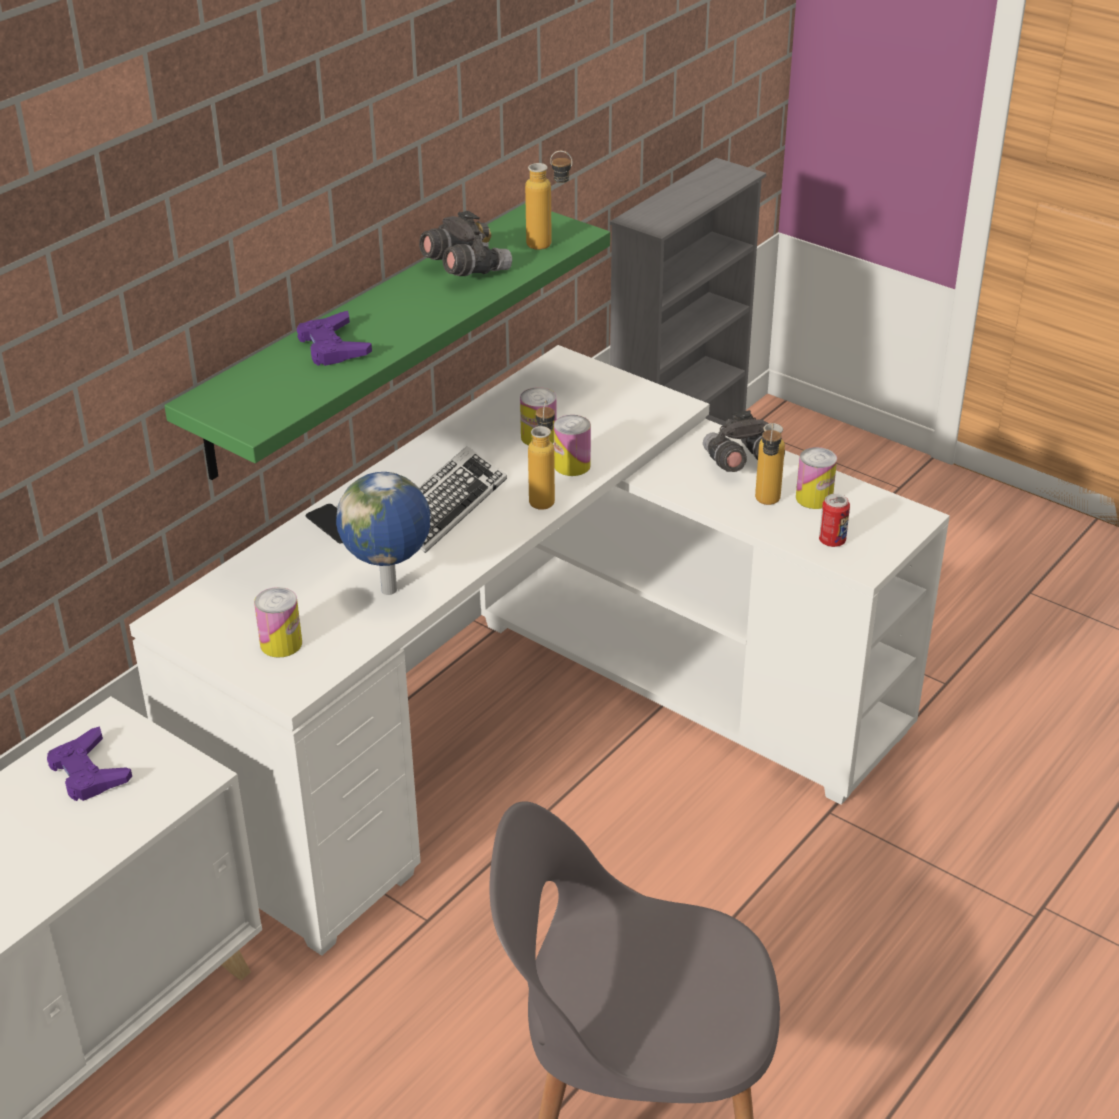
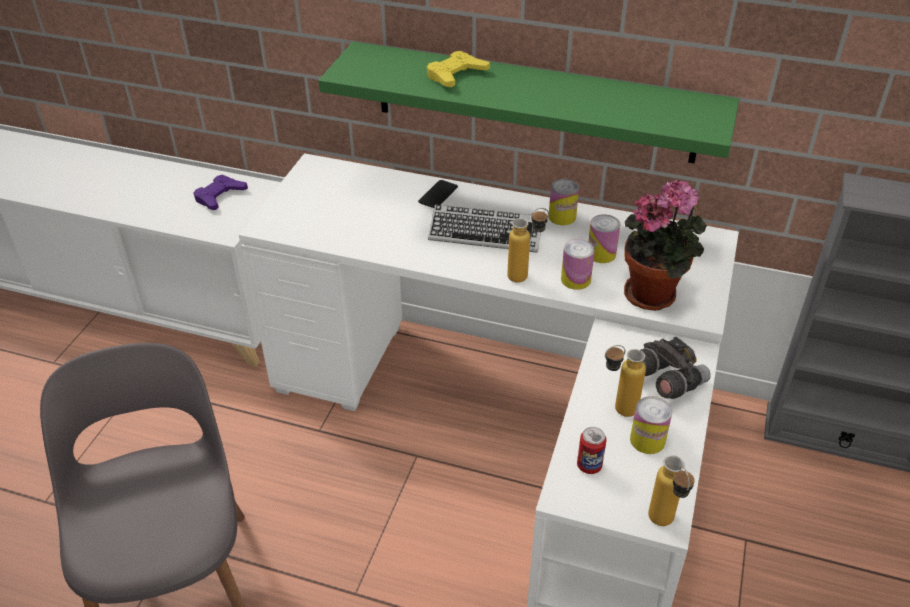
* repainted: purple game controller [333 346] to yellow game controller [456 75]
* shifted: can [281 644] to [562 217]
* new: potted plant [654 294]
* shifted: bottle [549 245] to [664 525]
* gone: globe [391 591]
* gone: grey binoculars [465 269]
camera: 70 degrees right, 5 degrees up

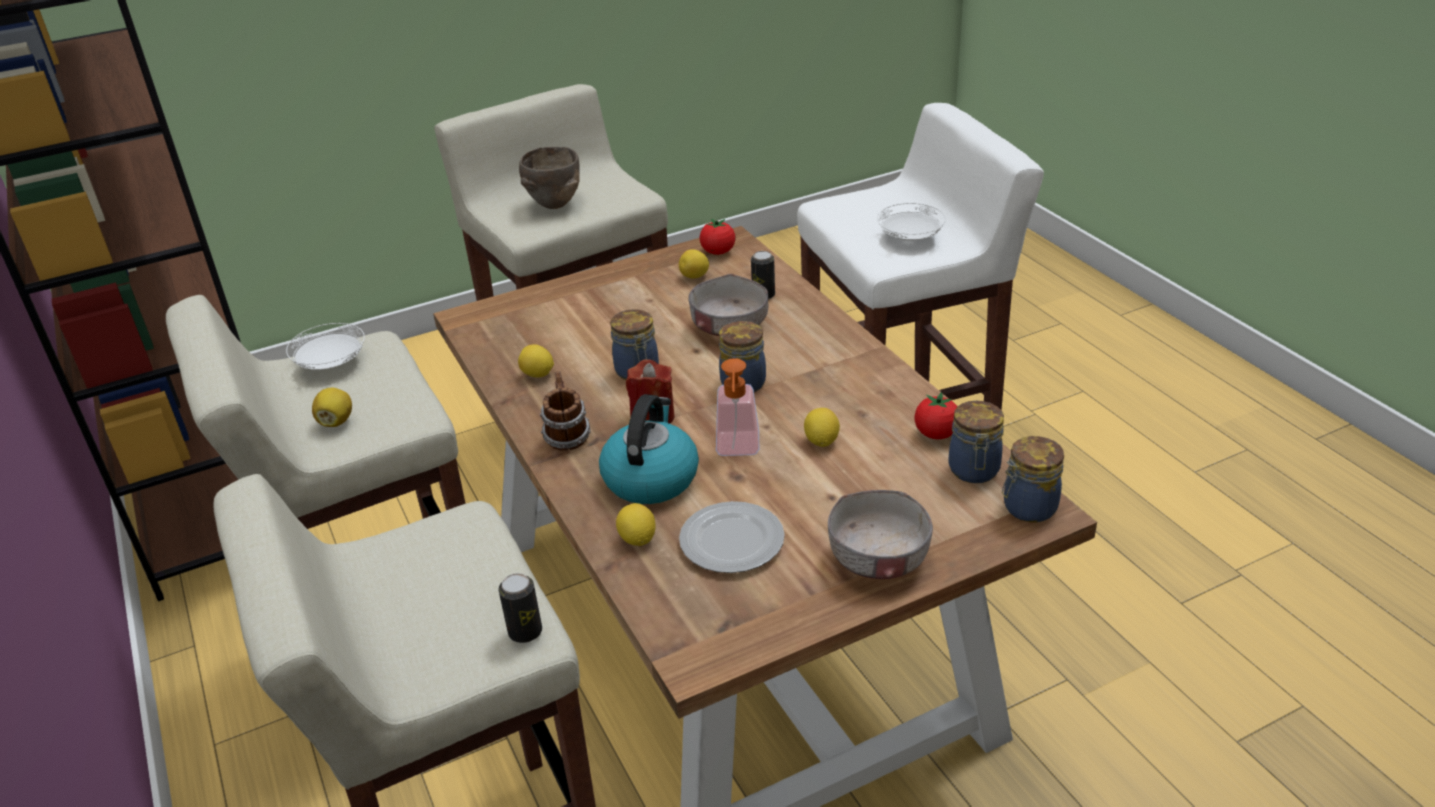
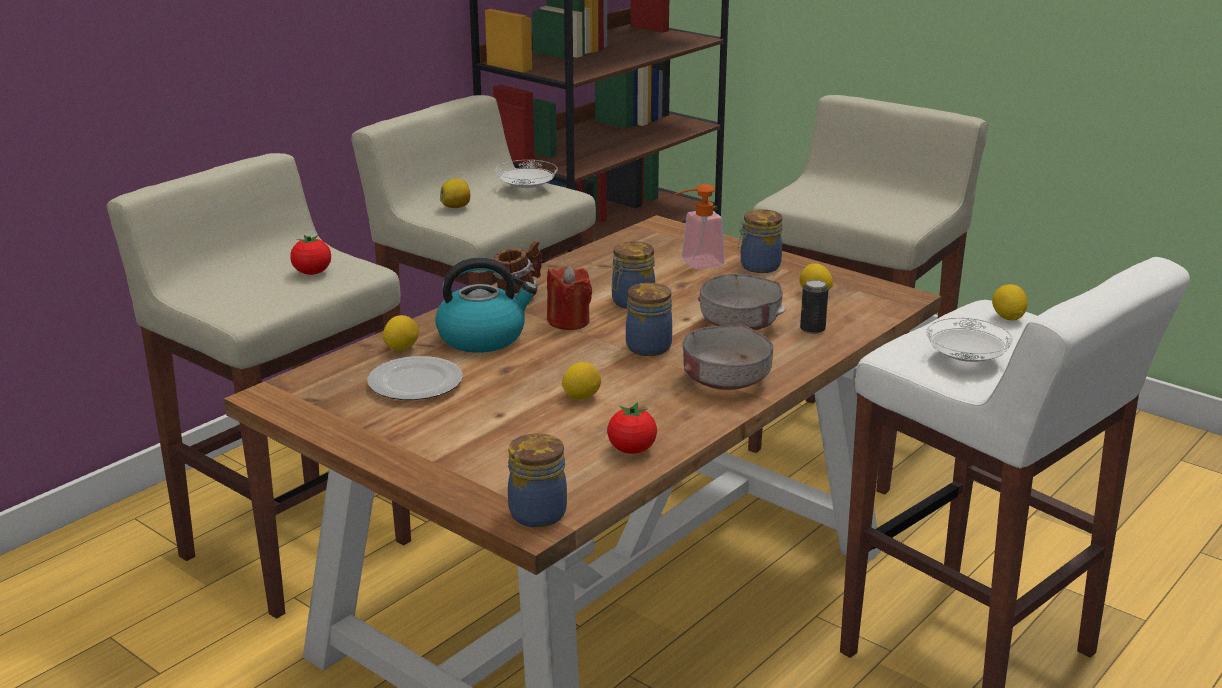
* shifted: tomato [718 252] to [312 273]
* shifted: soap dispenser [737 450] to [695 264]
* shifted: grey bowl [878 558] to [725 381]
* shifted: jar [974 471] to [758 267]
* shifted: lemon [537 375] to [1007 318]
* gone: can [525 632]
* gone: brown bowl [554 205]
camera: 65 degrees right, 10 degrees down

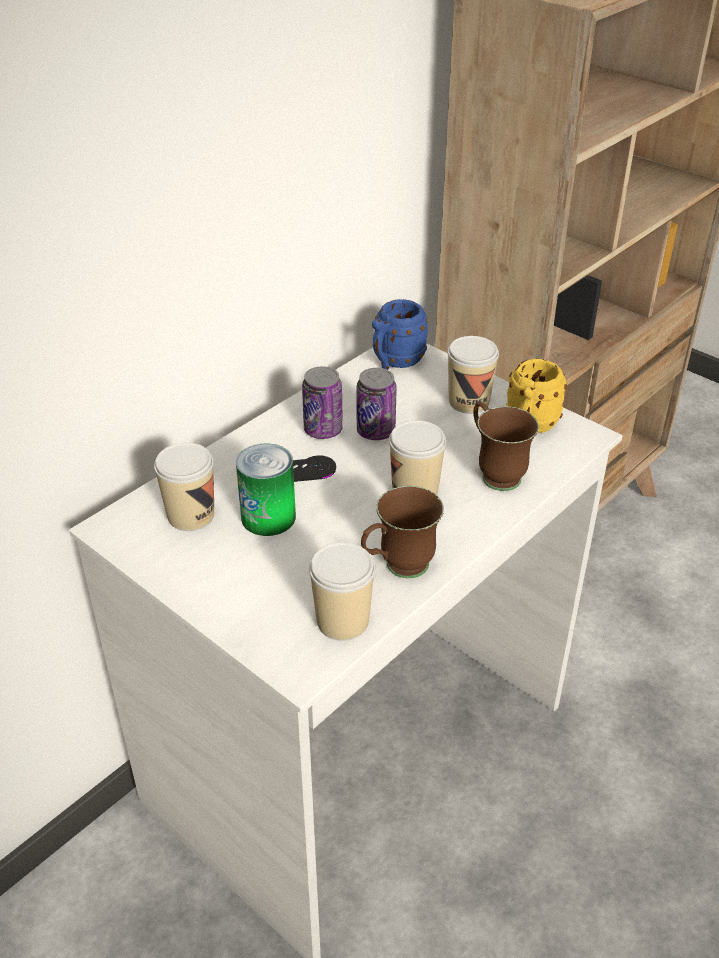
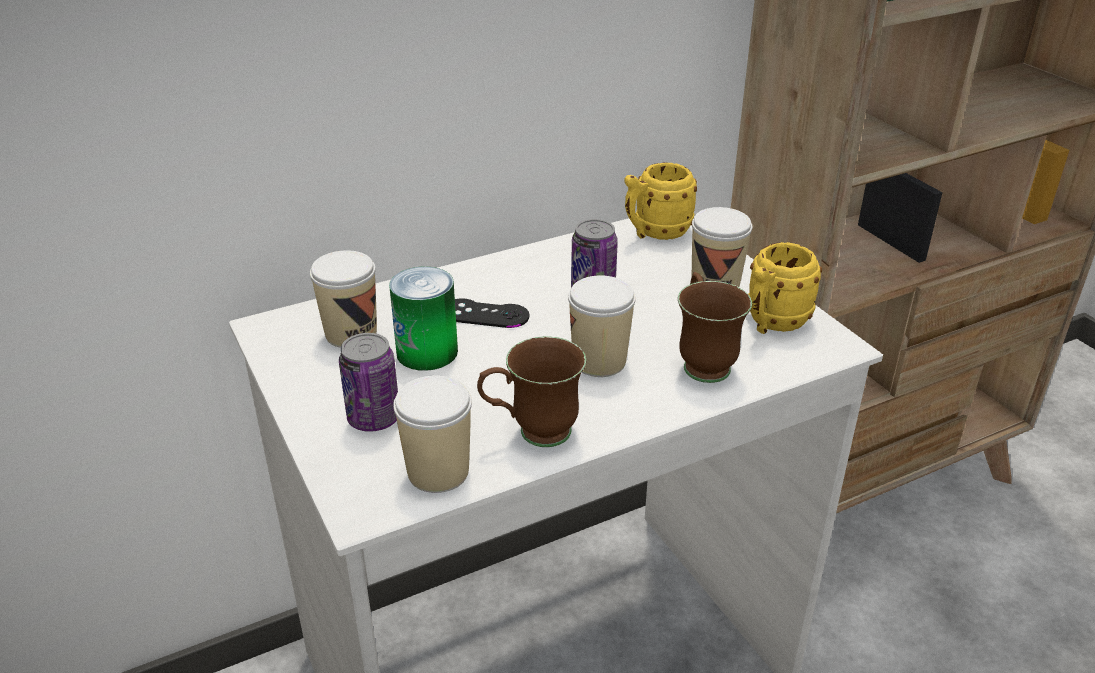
* shifted: can [323 430] to [374 418]
* repainted: blue mug [395 362] to yellow mug [655 233]
camera: 20 degrees right, 5 degrees down

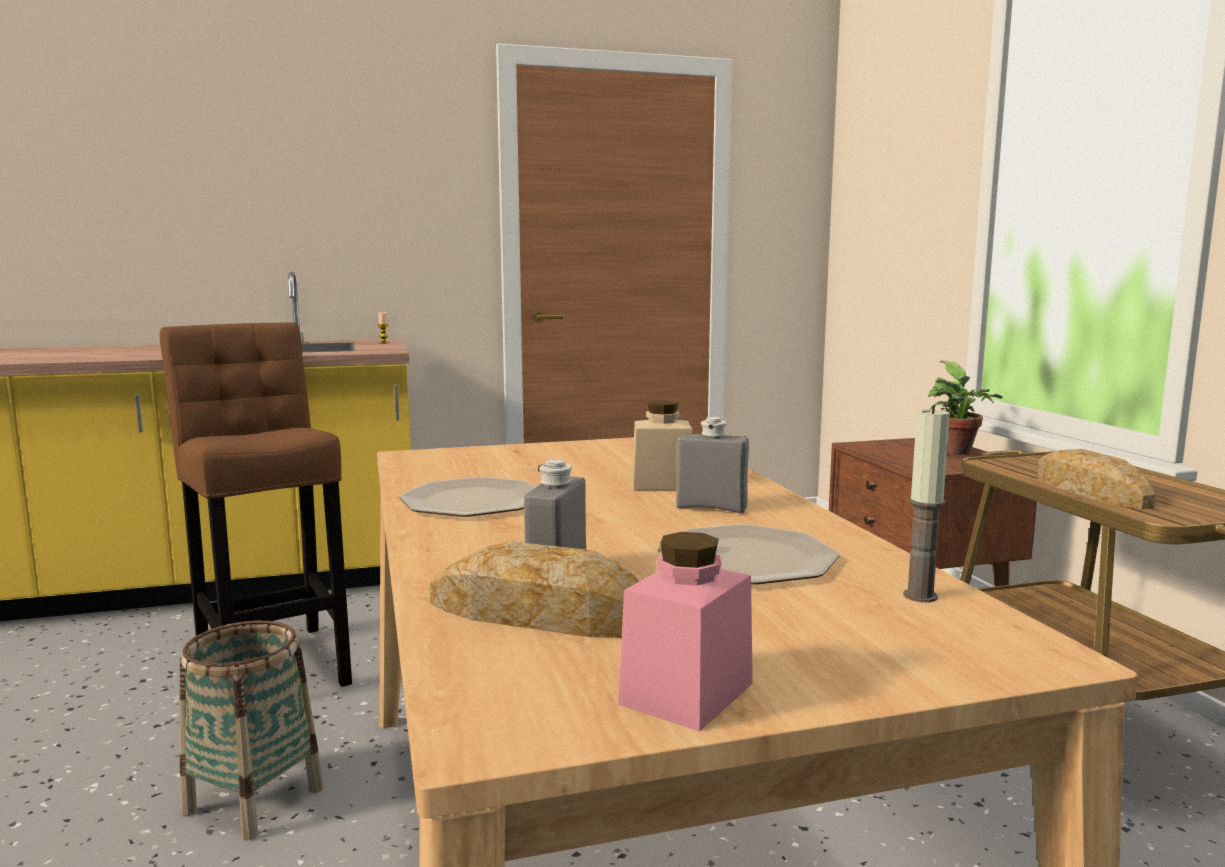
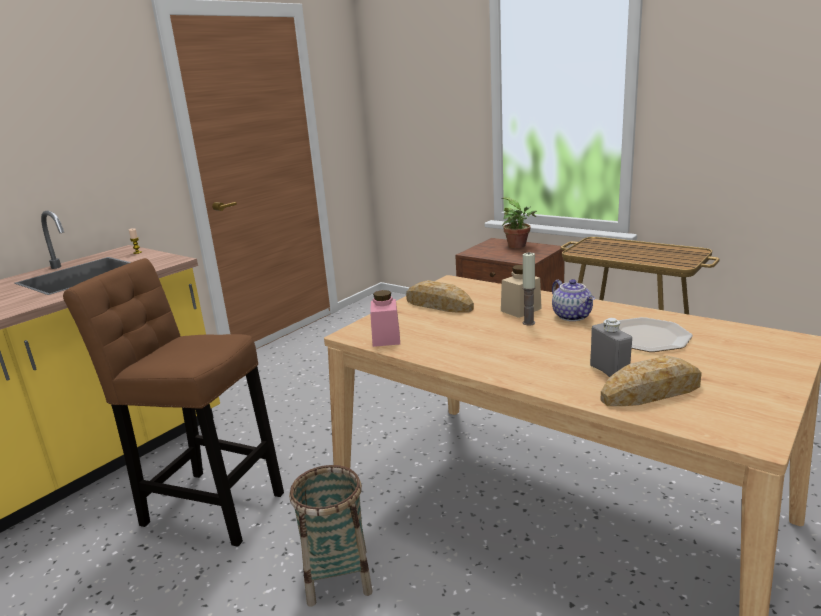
* shifted: pink jar [687 694] to [386 338]
* shifted: bread [1090 491] to [438 304]
* shifted: candle [920 596] to [528 323]
* swapped: grey bottle [711 508] to teapot [573 316]
* gone: plate [471 501]
camera: 35 degrees left, 10 degrees up

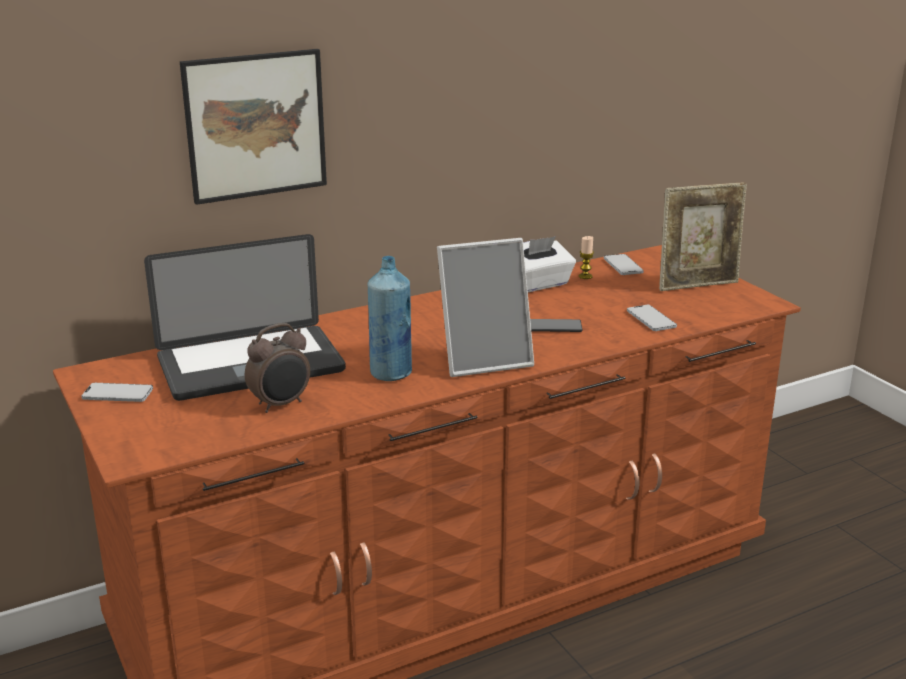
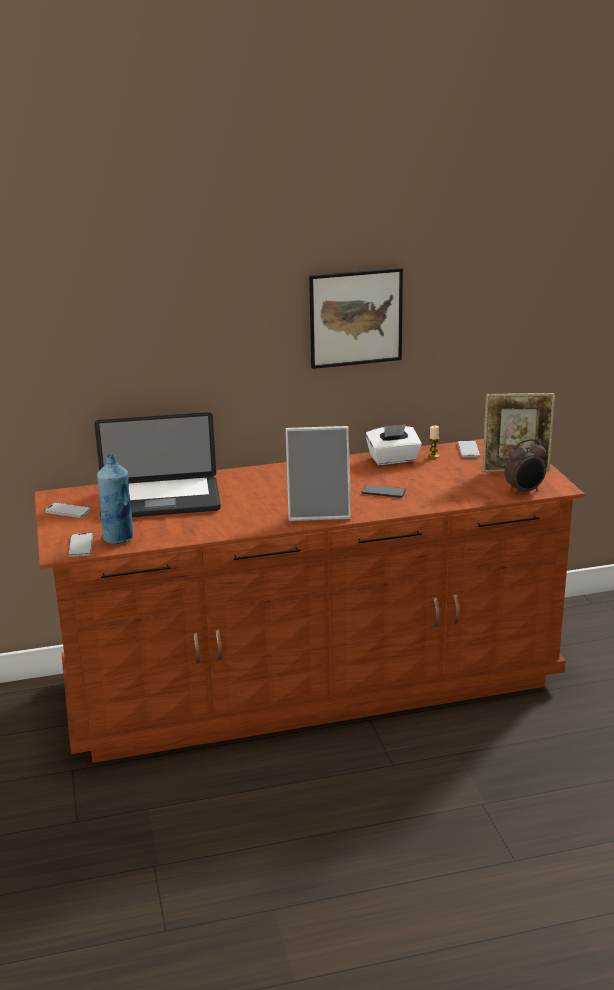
* shifted: phone [651 319] to [81 546]
* shifted: blue bottle [391 373] to [118 538]
* shifted: picture [255 125] to [355 318]
* shifted: alarm clock [281 404] to [524 491]
camera: 15 degrees right, 0 degrees up

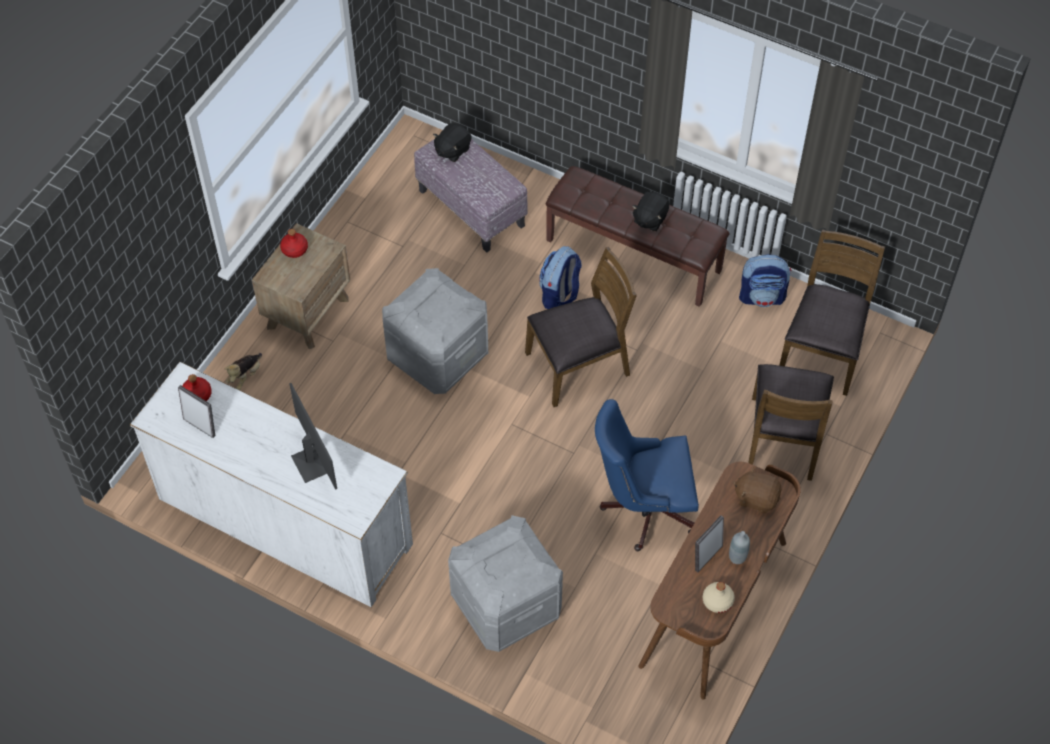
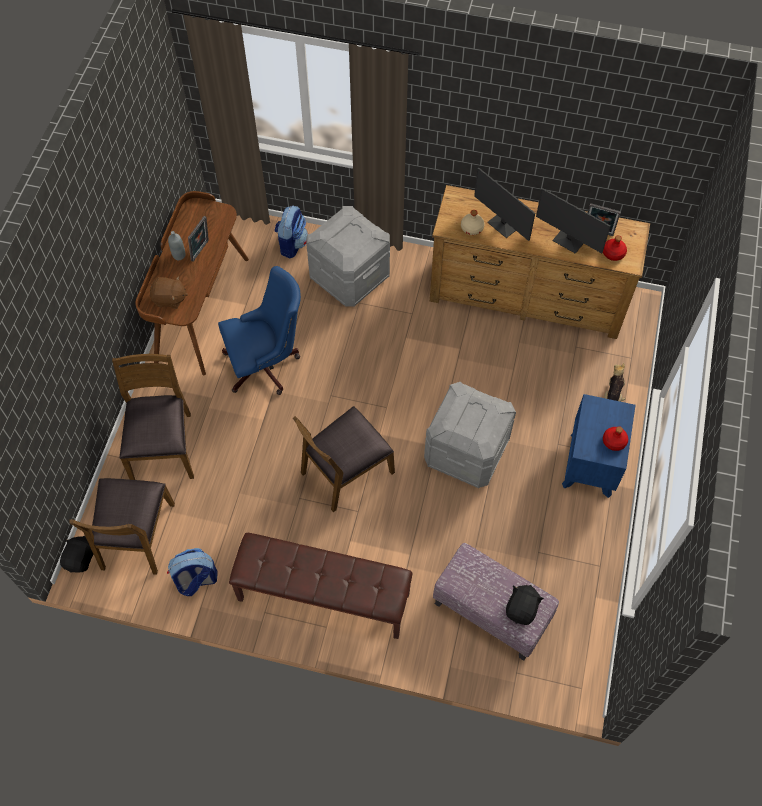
* shifted: black plush toy [649 219] to [80 559]
* shifted: backpack [560 295] to [292 244]
* repainted: white dresser [284 521] to brown dresser [527 296]
* shifted: beige bottle [717 600] to [472 228]
* new: monitor [569 241]
* repainted: brown nightstand [308 312] to blue nightstand [590 465]
camera: 165 degrees right, 5 degrees up

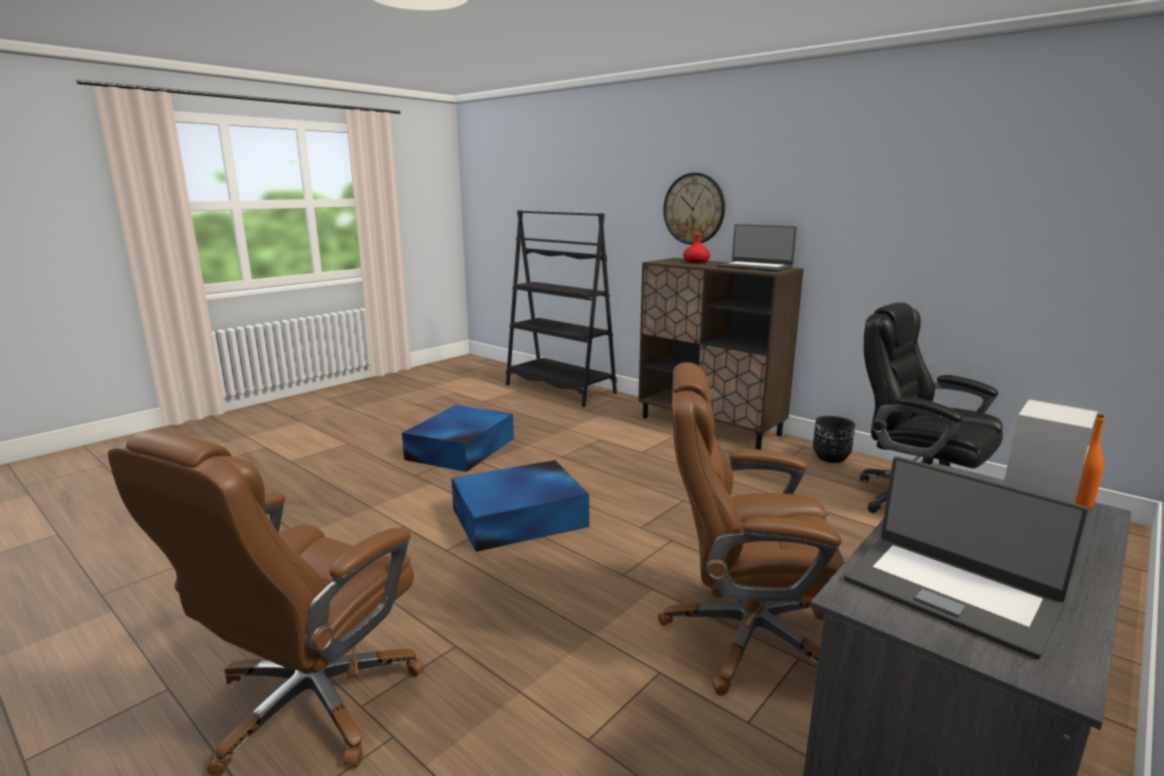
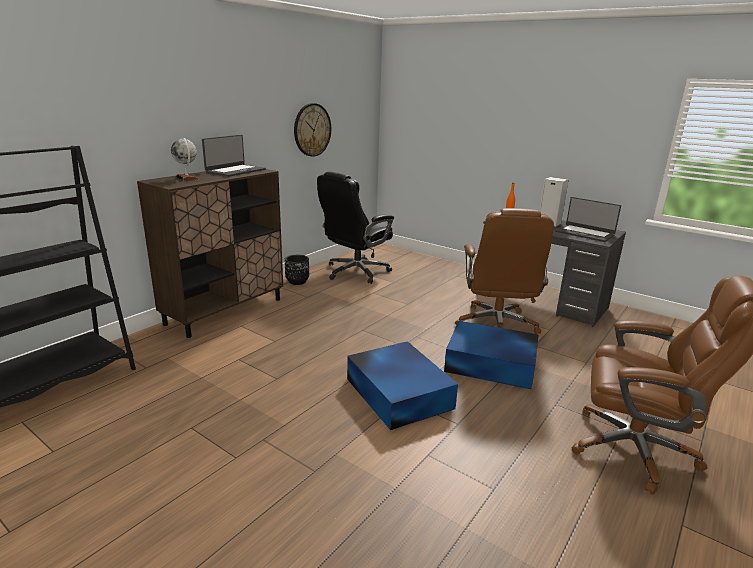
* swapped: red bottle [695 262] to globe [186 178]
* shifted: wall clock [694 209] to [312 130]
* shifted: blue storage box [459 449] to [492 364]
* rotated: laptop [950 592] = [585 233] 90 degrees clockwise
camera: 95 degrees left, 5 degrees up

